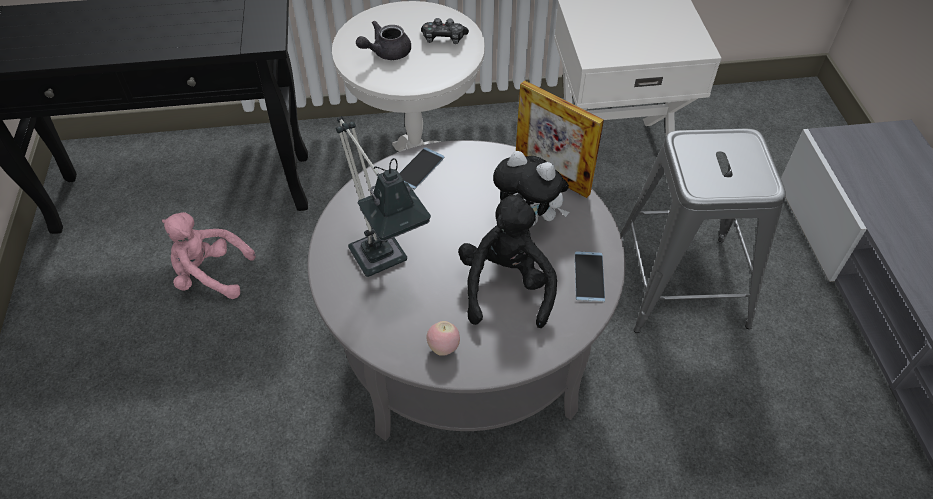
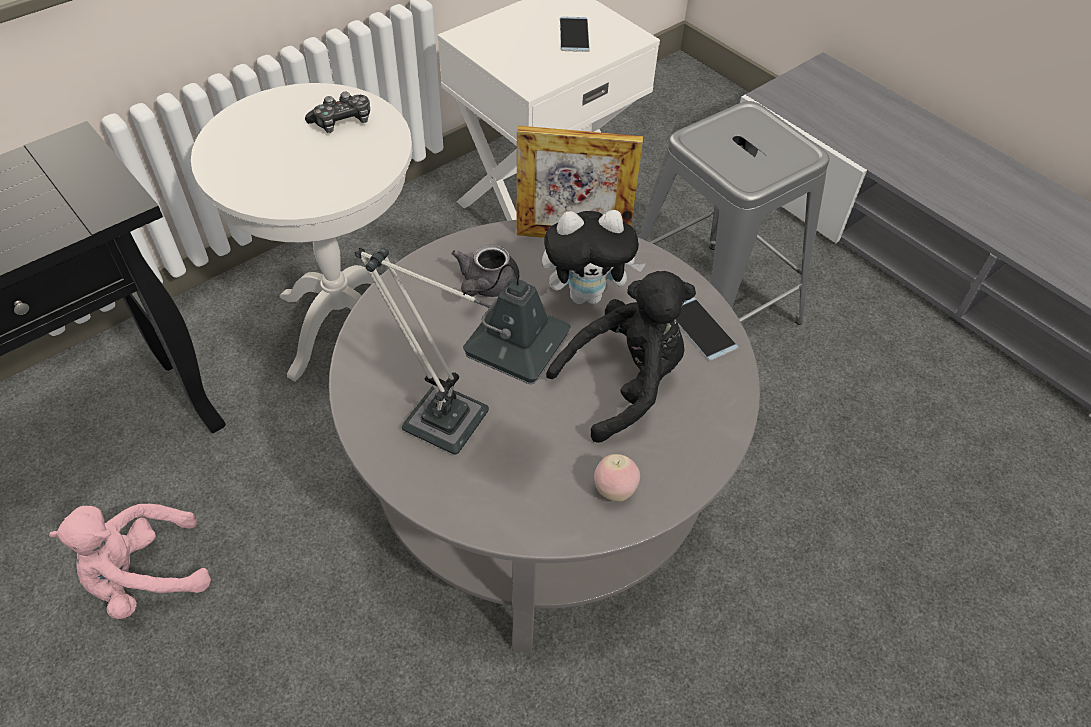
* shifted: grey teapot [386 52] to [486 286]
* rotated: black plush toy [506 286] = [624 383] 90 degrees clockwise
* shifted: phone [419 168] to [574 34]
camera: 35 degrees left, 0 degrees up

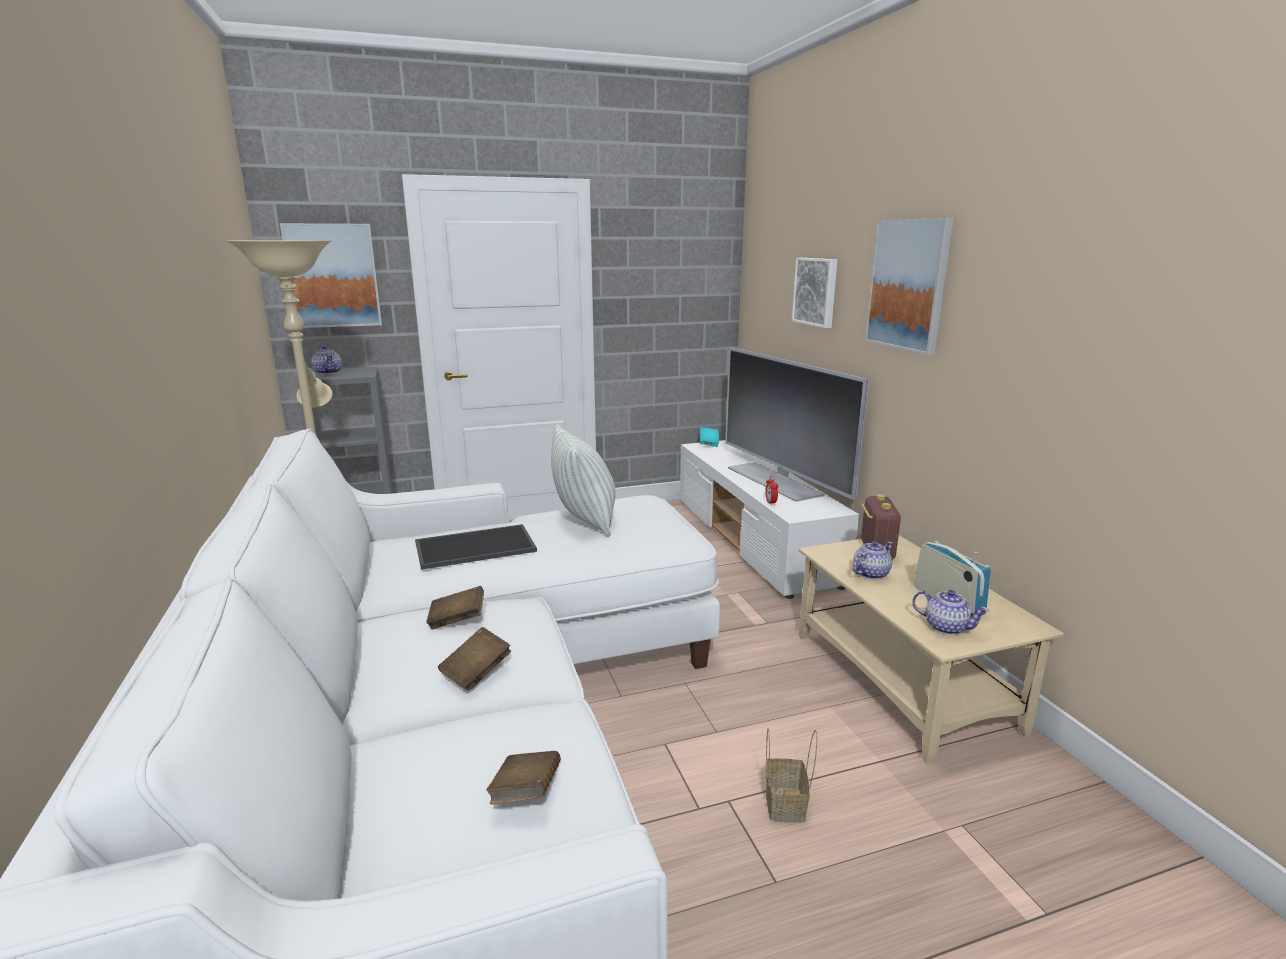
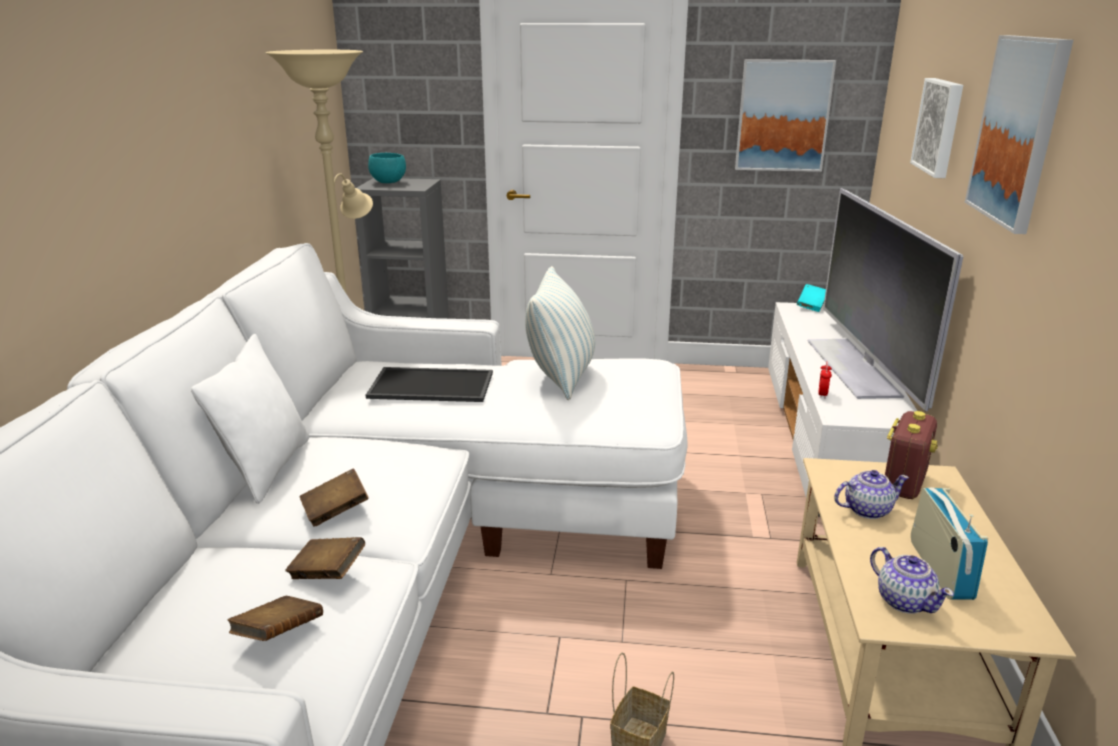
* new: white pillow [267 468]
* shifted: brown book [457 620] to [328 573]
* swapped: teapot [328 372] to turquoise bowl [389 182]
* shifted: picture [333 275] to [783 116]
camera: 25 degrees right, 5 degrees up

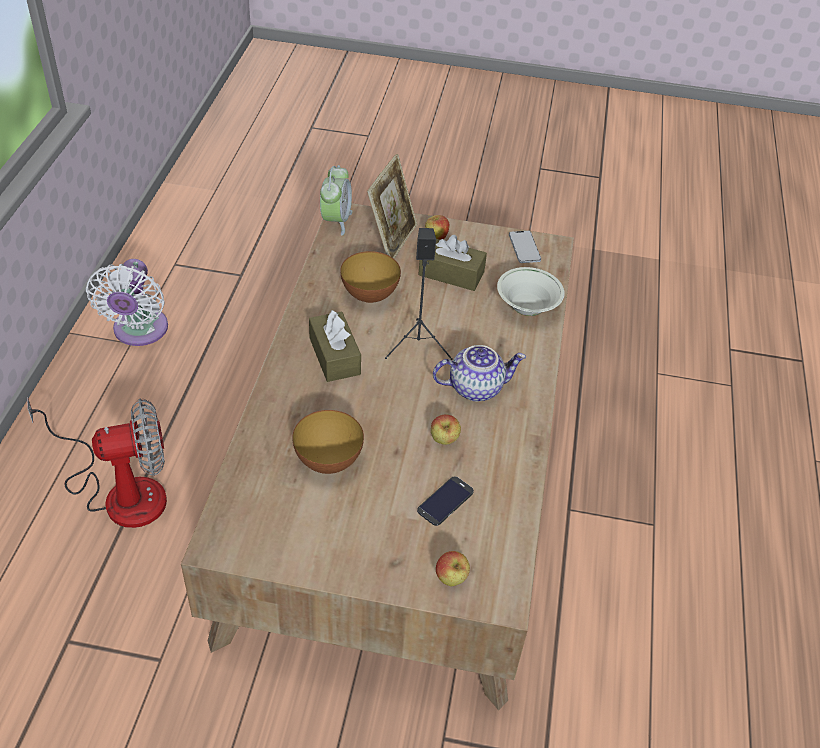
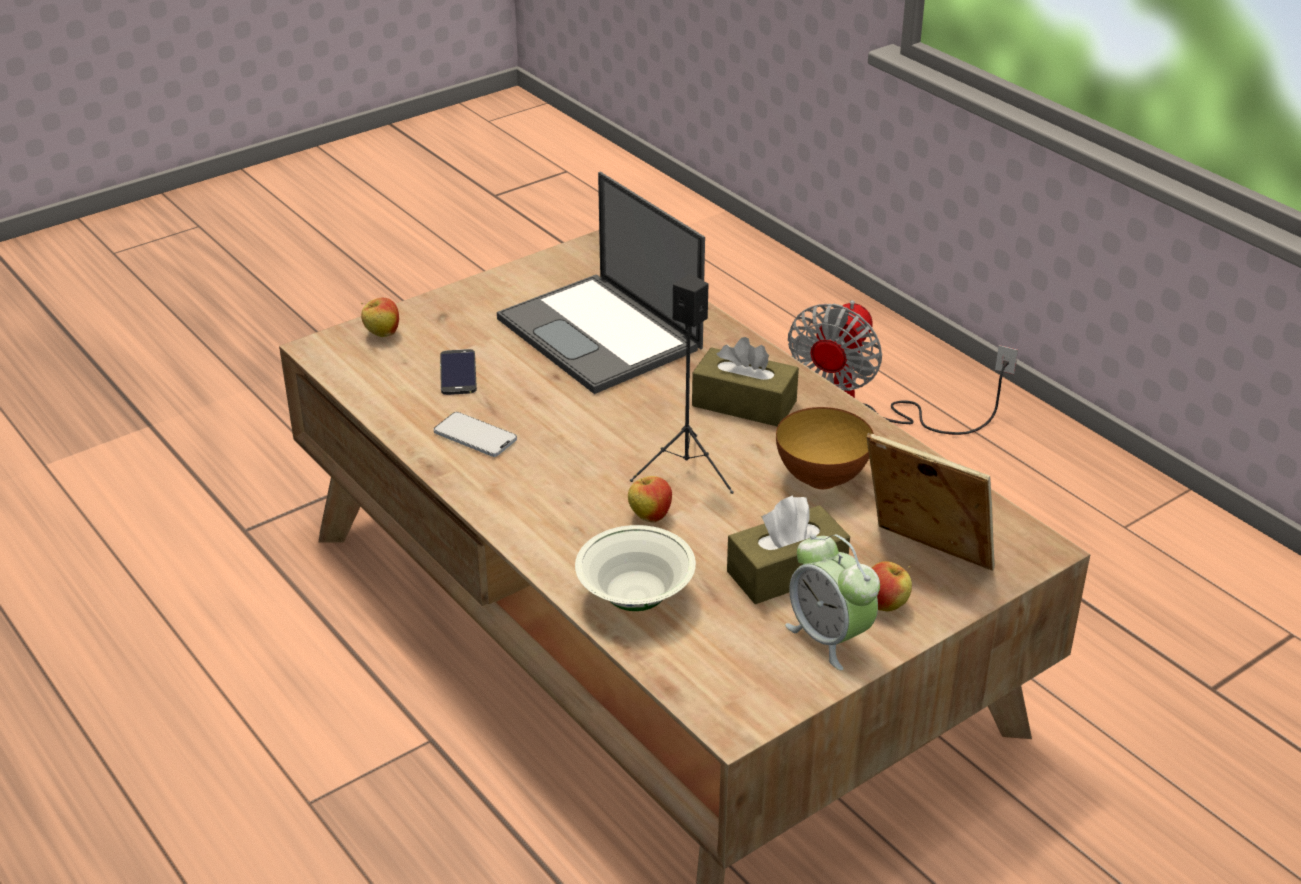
* shifted: phone [524 248] to [475 436]
* swapped: bowl [328 461] to laptop [601 334]
* shifted: apple [444 440] to [649 516]
* shifted: alarm clock [336 221] to [829 637]
* rotated: picture frame [392 240] = [924 559] 150 degrees clockwise
* gone: white fan [139 332]
* gone: teapot [476 387]
camera: 135 degrees right, 10 degrees down

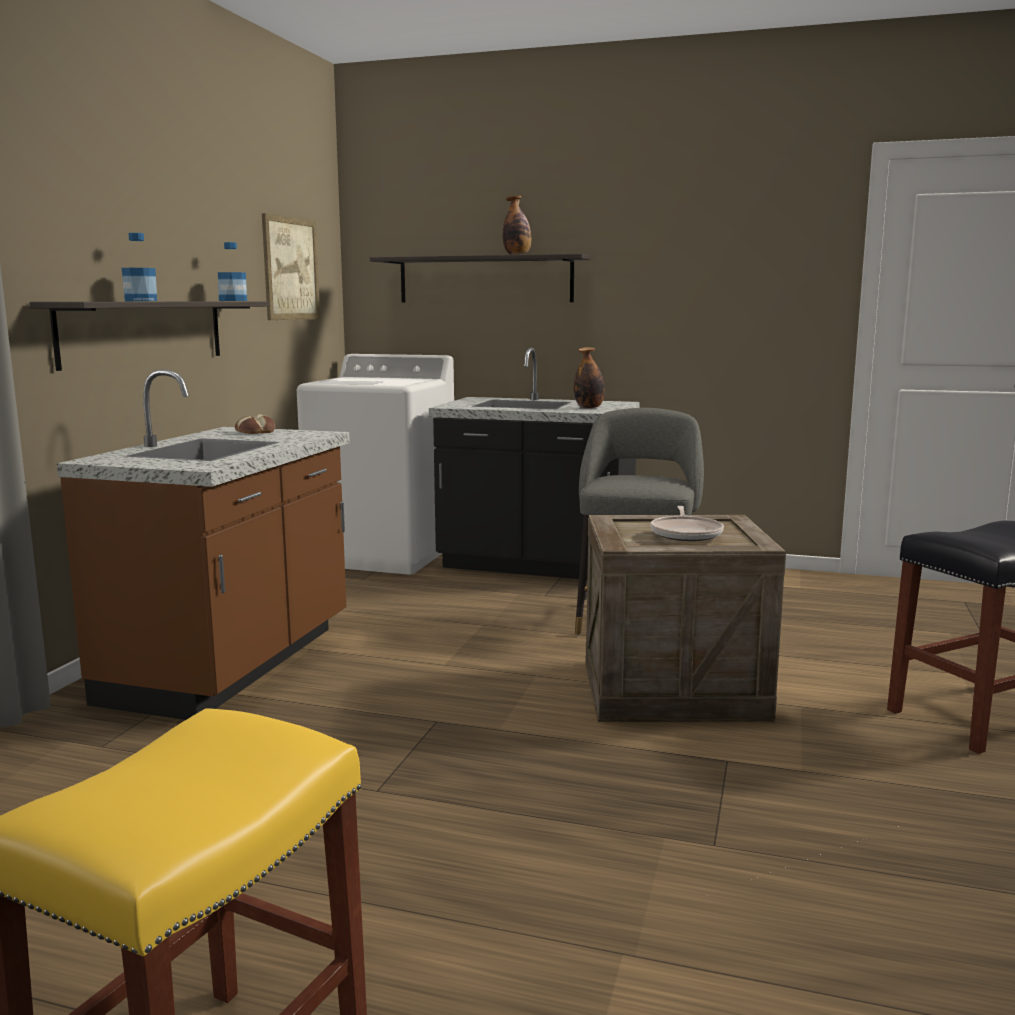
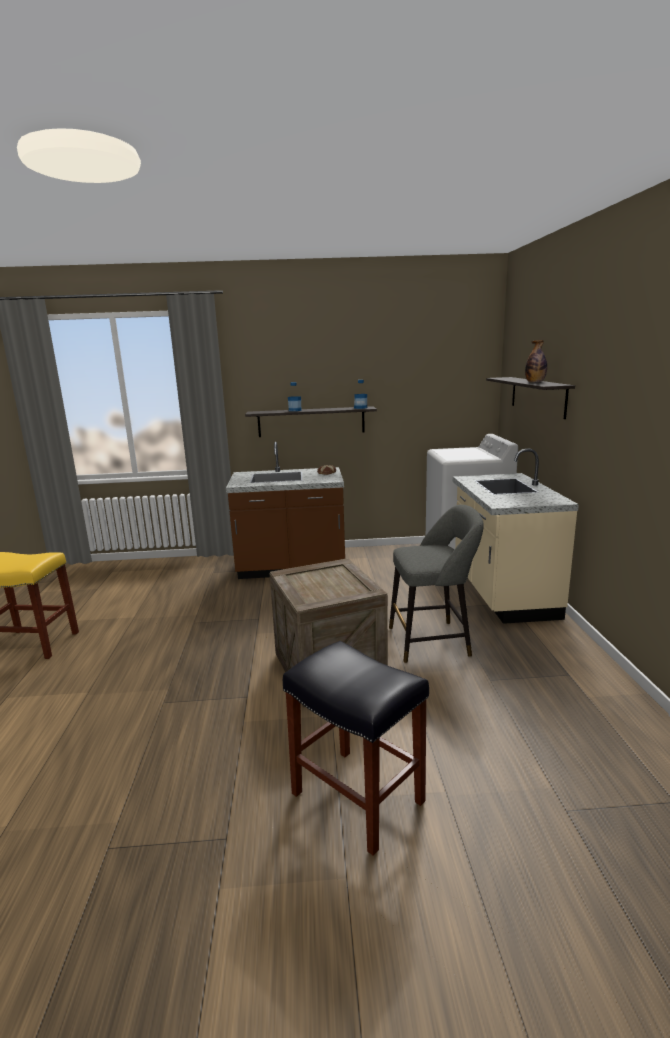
* repainted: black counter [536 566] to beige counter [502 593]
* gone: picture [290 269]
* gone: bottle [589 408]
* gone: frying pan [686 533]
camera: 70 degrees right, 5 degrees up

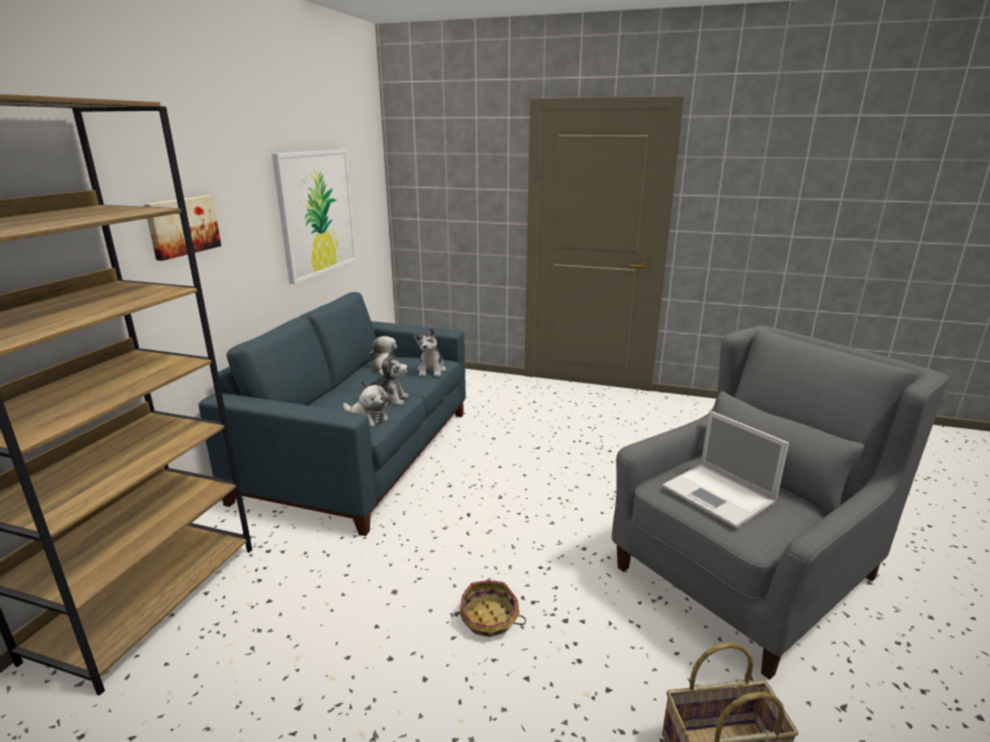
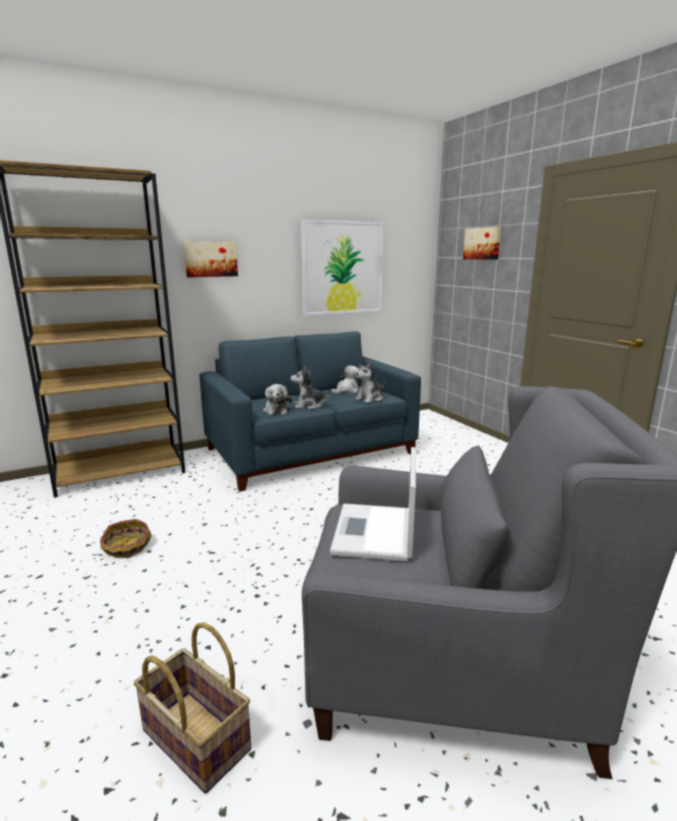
* shifted: basket [489 618] to [126 547]
* rotated: plush toy [388 399] = [309 405] 120 degrees clockwise
* new: picture [482 243]
camera: 45 degrees right, 5 degrees down

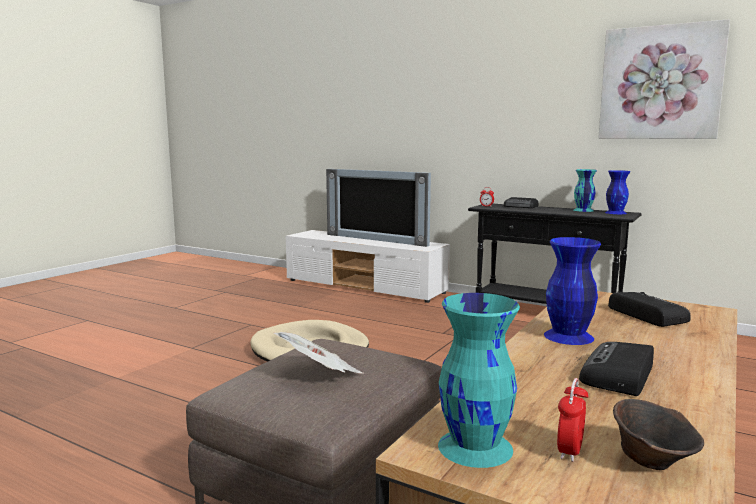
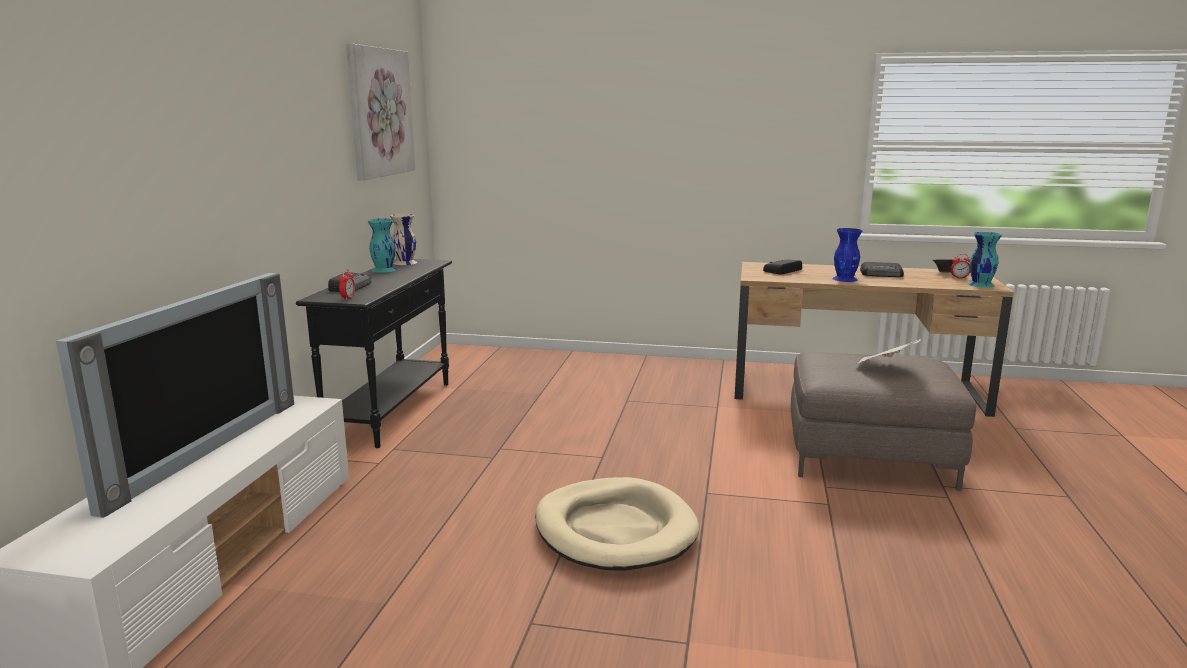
* repainted: blue vase [615 212] to beige vase [404 262]
camera: 110 degrees left, 5 degrees up

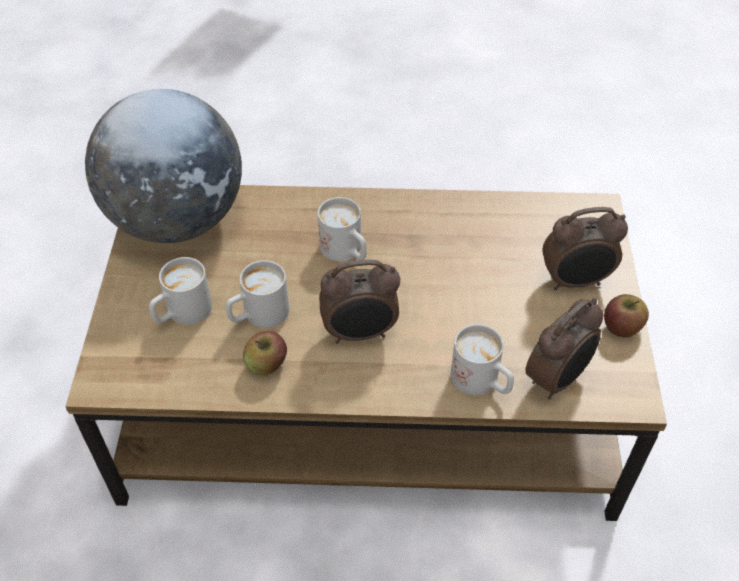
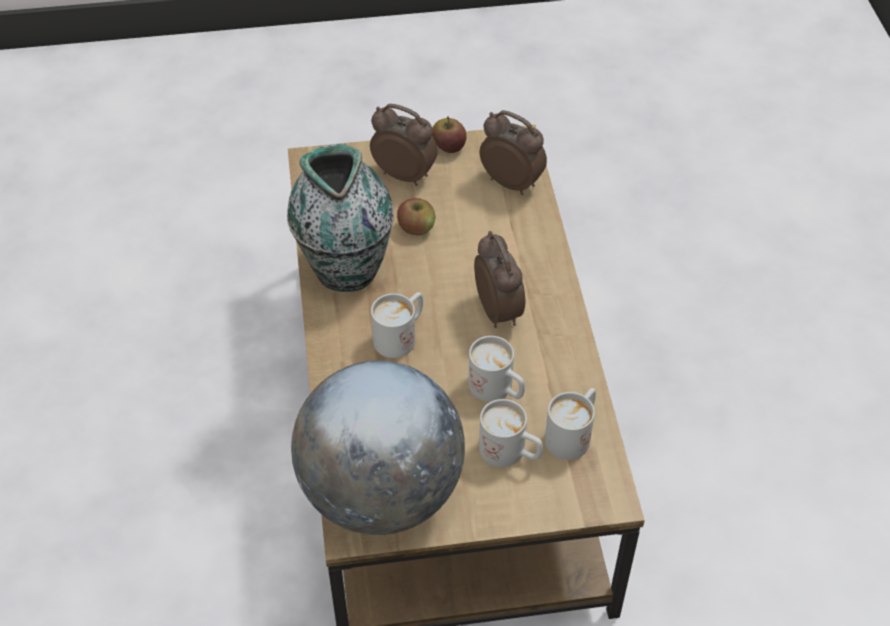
* new: vase [346 267]
* rotated: alarm clock [575 281] = [405 174] 45 degrees counterclockwise
* shifted: apple [266 364] to [416 228]
* shifted: white mug [482 382] to [573 434]
camera: 100 degrees left, 0 degrees up

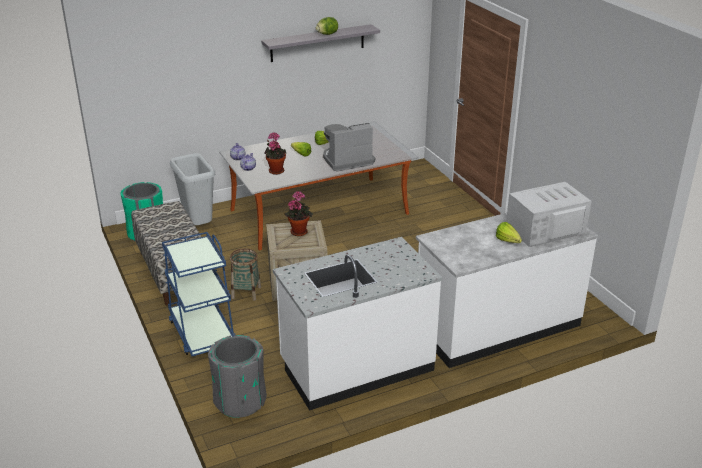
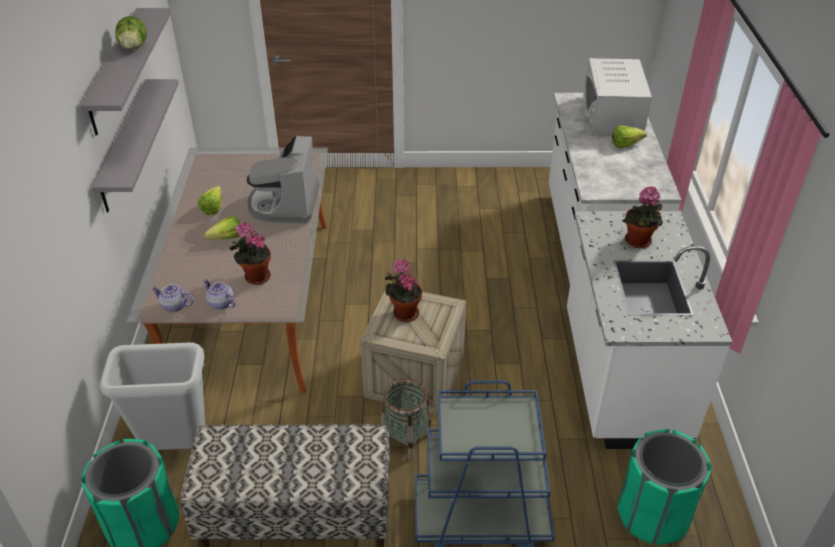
* new: grey shelf [125 145]
* repainted: grey trash can [240 401] to green trash can [653 515]
* new: potted plant [638 242]
camera: 65 degrees left, 10 degrees up

